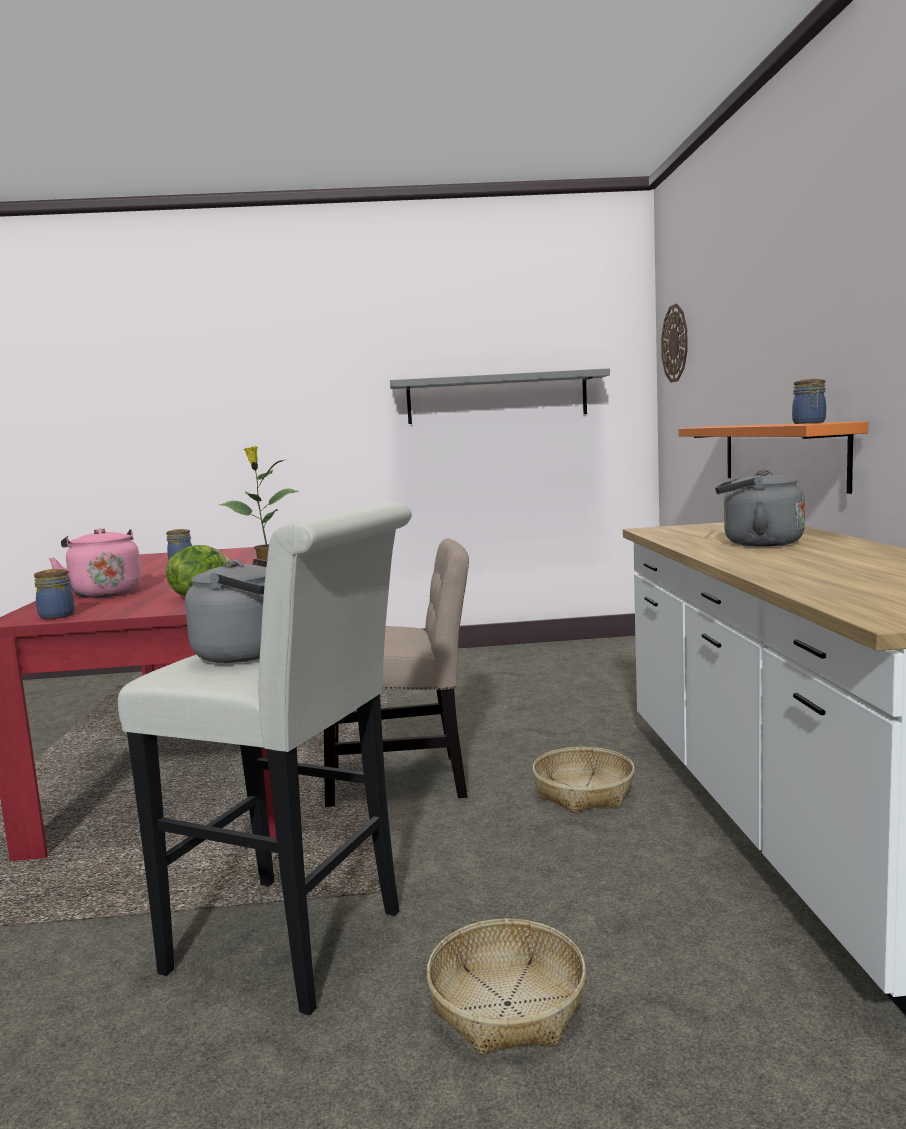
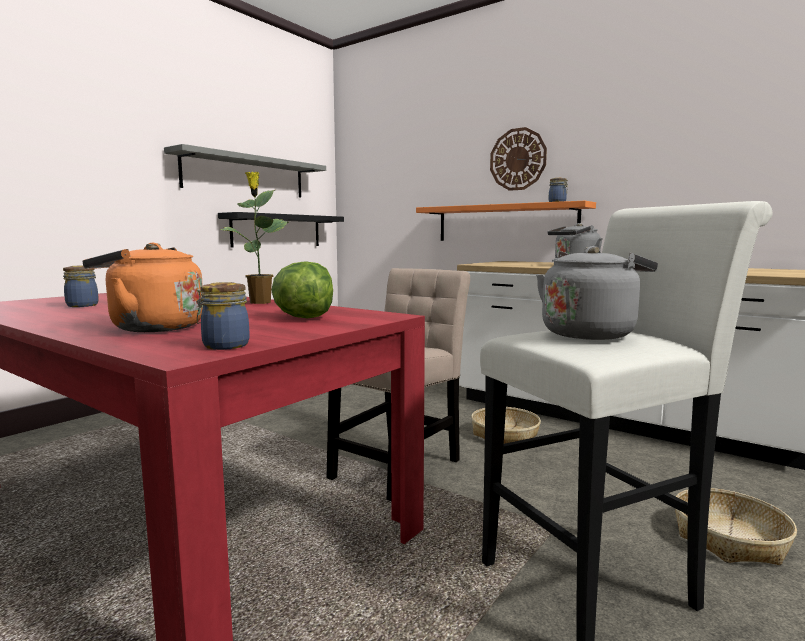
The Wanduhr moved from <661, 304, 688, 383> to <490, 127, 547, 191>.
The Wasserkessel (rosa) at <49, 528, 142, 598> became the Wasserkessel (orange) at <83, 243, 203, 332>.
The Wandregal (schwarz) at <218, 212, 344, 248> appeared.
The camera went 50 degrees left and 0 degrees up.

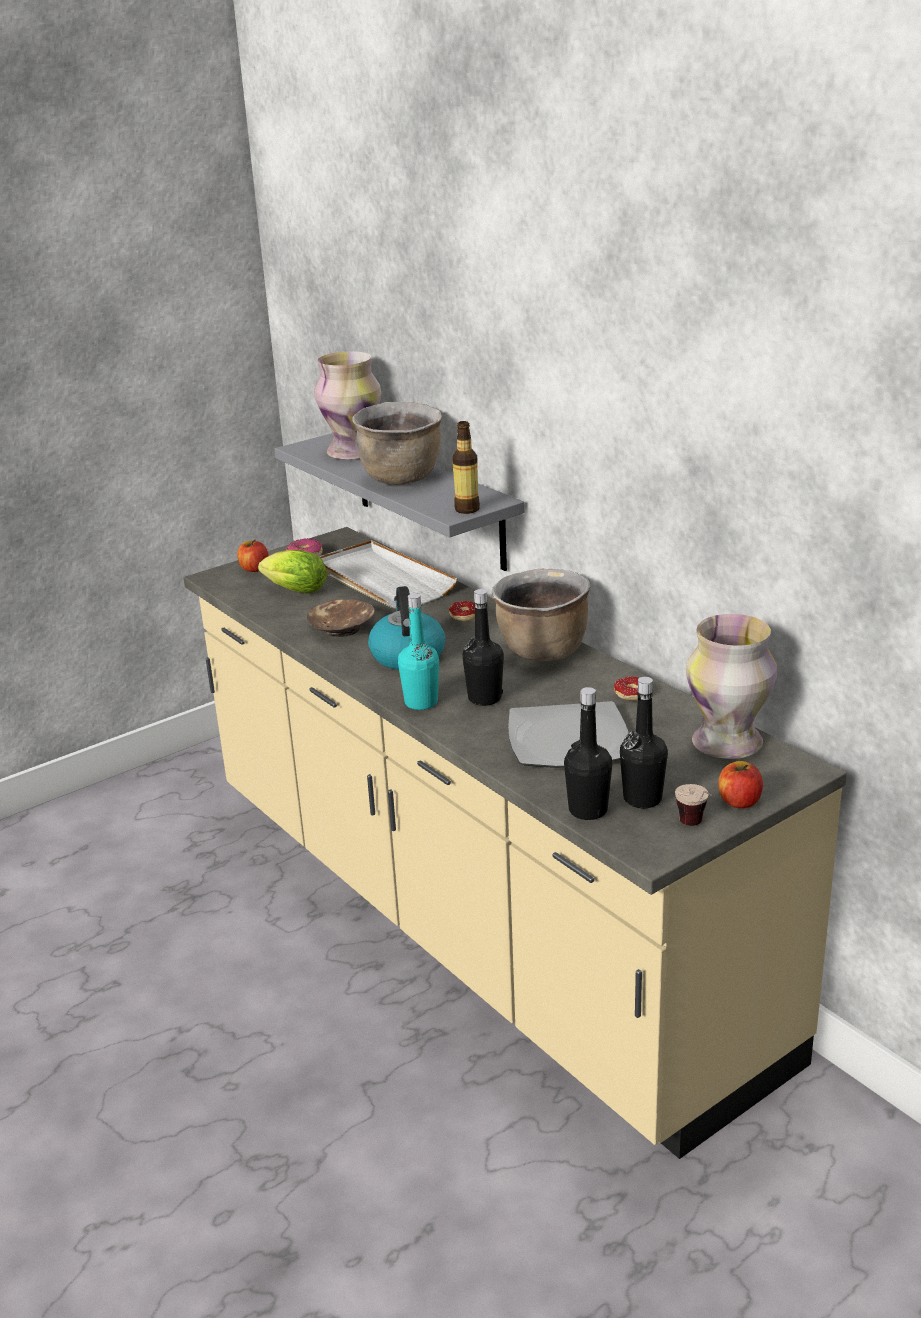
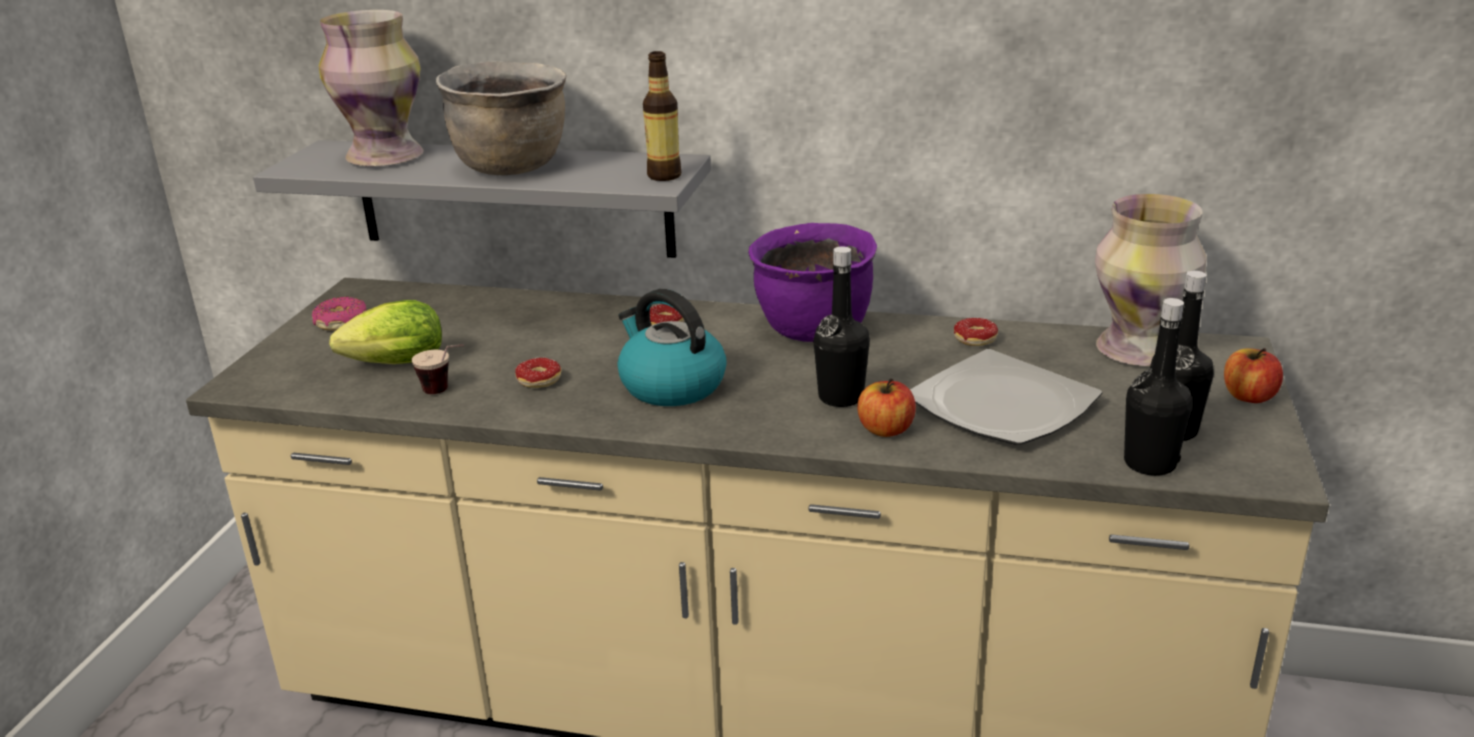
The Apfel moved from <237, 539, 269, 572> to <858, 378, 916, 437>.
The Tablett (weiß) at <318, 540, 458, 609> disappeared.
The Kochtopf (braun) at <492, 569, 590, 661> became the Kochtopf (lila) at <748, 223, 877, 342>.
The Flasche (türkis) at <398, 593, 439, 710> disappeared.
The Schüssel (braun) at <307, 599, 375, 637> was replaced by the Donut at <515, 358, 562, 388>.
The Tasse moved from <675, 784, 715, 826> to <411, 344, 464, 394>.
The camera went 40 degrees left and 0 degrees up.

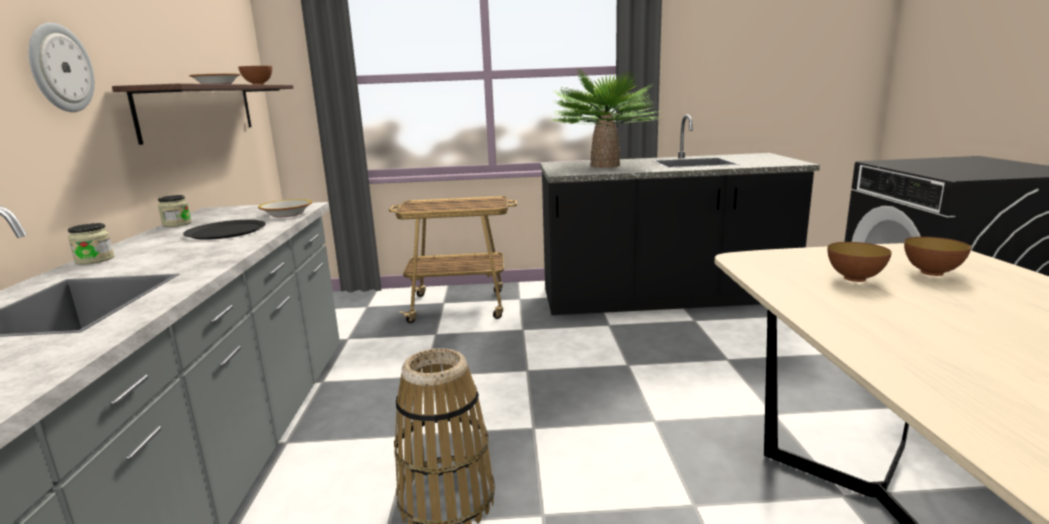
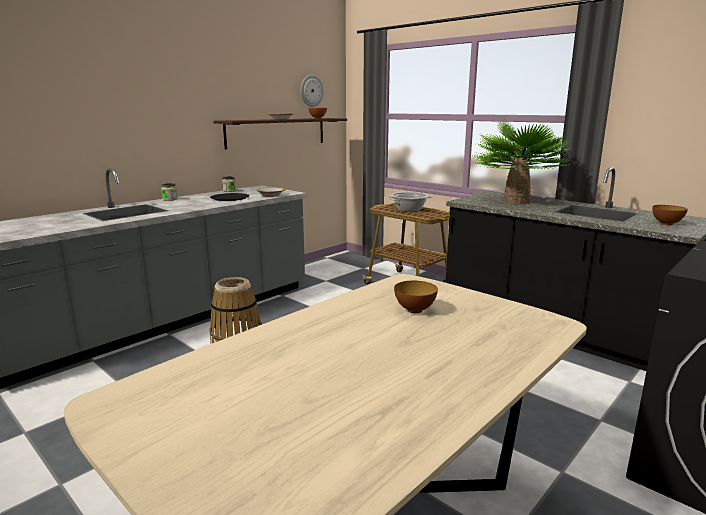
The Wanduhr moved from <28, 23, 95, 112> to <301, 75, 324, 107>.
The Schüssel moved from <904, 237, 971, 276> to <652, 205, 688, 225>.
The Kochtopf at <387, 192, 432, 212> appeared.
The camera went 45 degrees right and 0 degrees up.

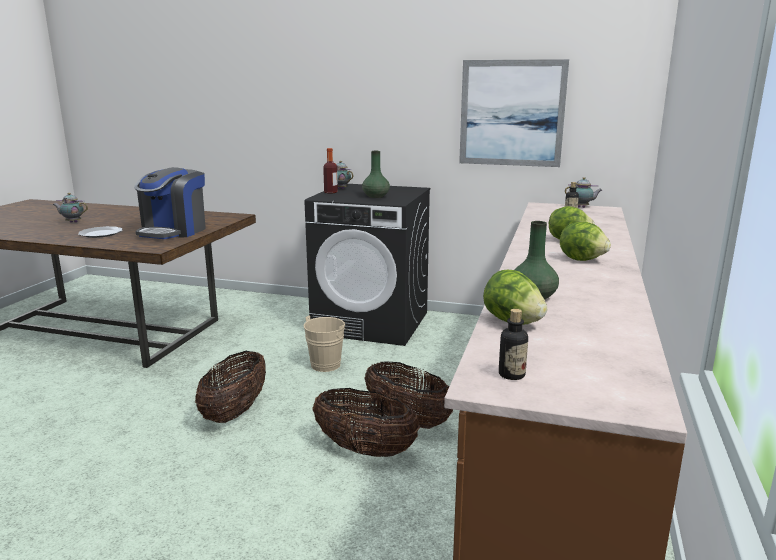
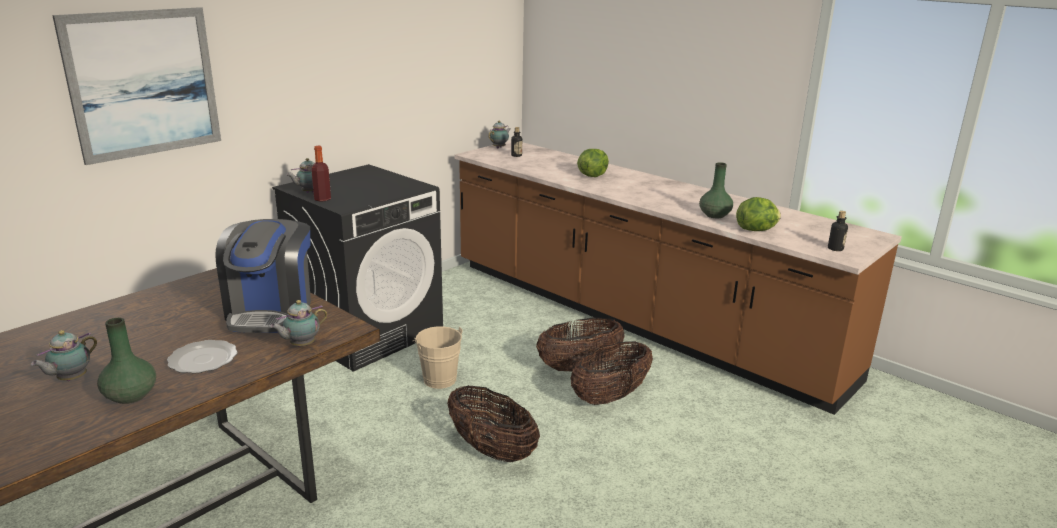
The Bild moved from <459, 59, 569, 167> to <52, 7, 221, 165>.
The Vase (grün) moved from <362, 151, 390, 198> to <97, 318, 156, 404>.
The Kaffeemaschine at <134, 167, 206, 239> turned 45 degrees clockwise.
The Salatkopf at <560, 222, 611, 261> disappeared.
The Teekanne at <270, 300, 328, 346> appeared.
The camera went 65 degrees left and 5 degrees up.

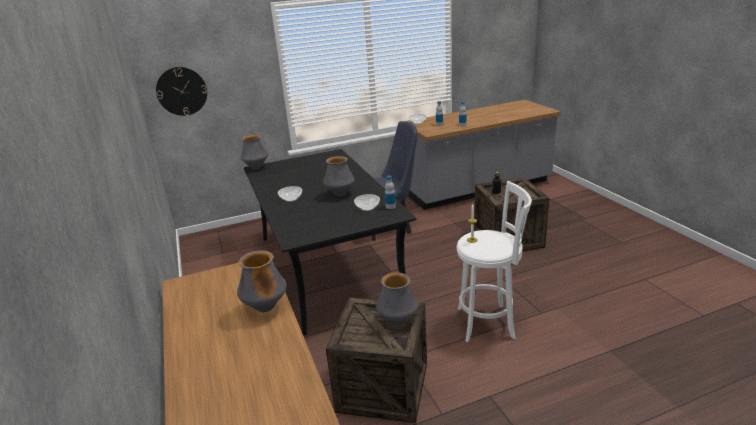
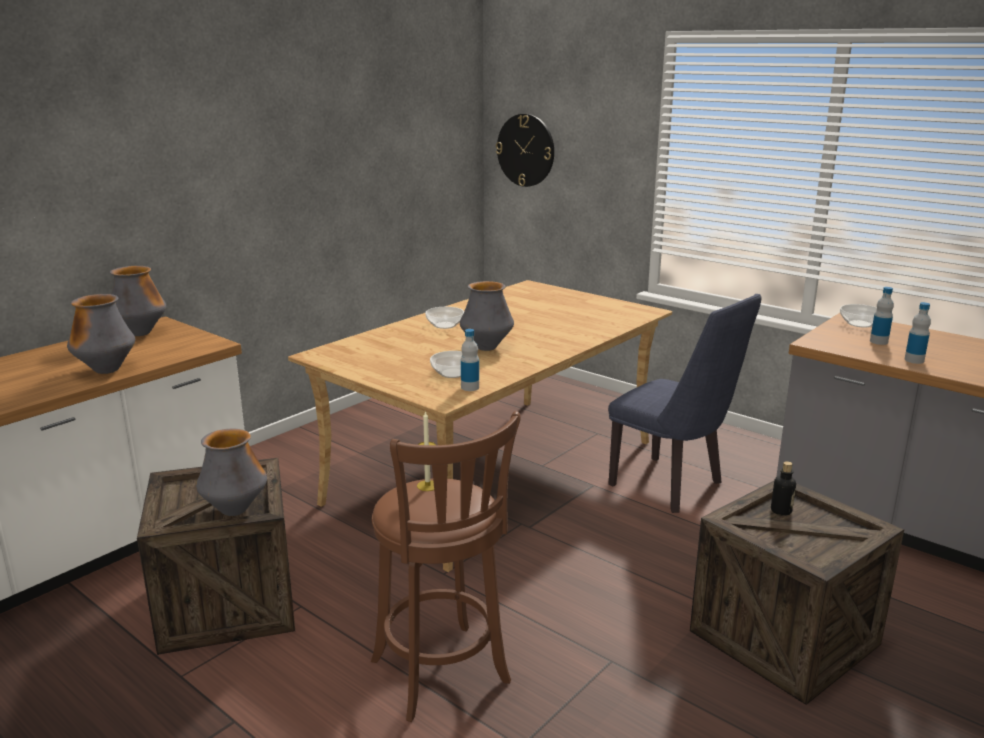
The Vase moved from <241, 135, 268, 170> to <110, 266, 166, 336>.
The Esstisch (schwarz) at <244, 149, 416, 336> became the Esstisch (beige) at <288, 280, 672, 572>.
The Hocker (weiß) at <457, 181, 532, 342> became the Hocker (braun) at <371, 411, 521, 722>.
The camera went 60 degrees right and 5 degrees down.

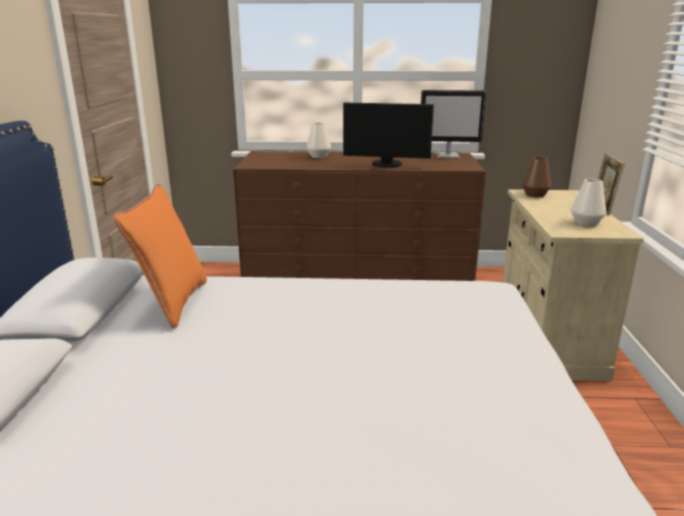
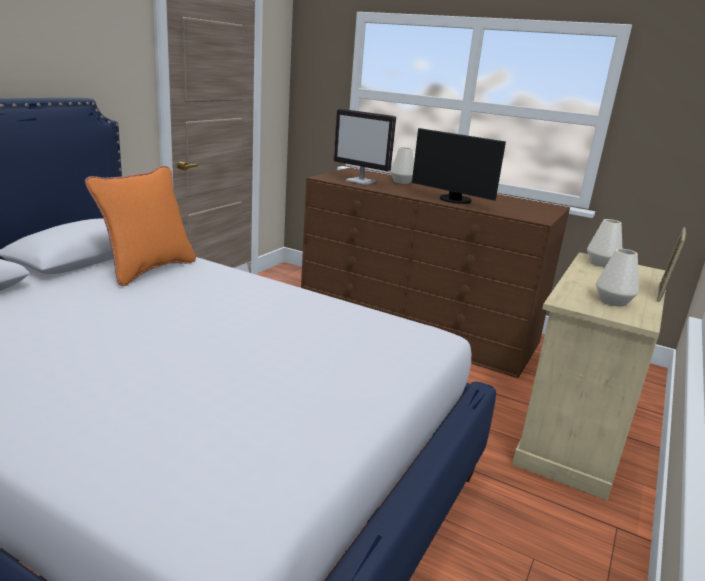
The Monitor moved from <421, 90, 487, 158> to <334, 109, 396, 185>.
The Vase (braun) at <522, 157, 551, 197> became the Vase (weiß) at <587, 219, 622, 267>.
The camera went 25 degrees right and 0 degrees up.

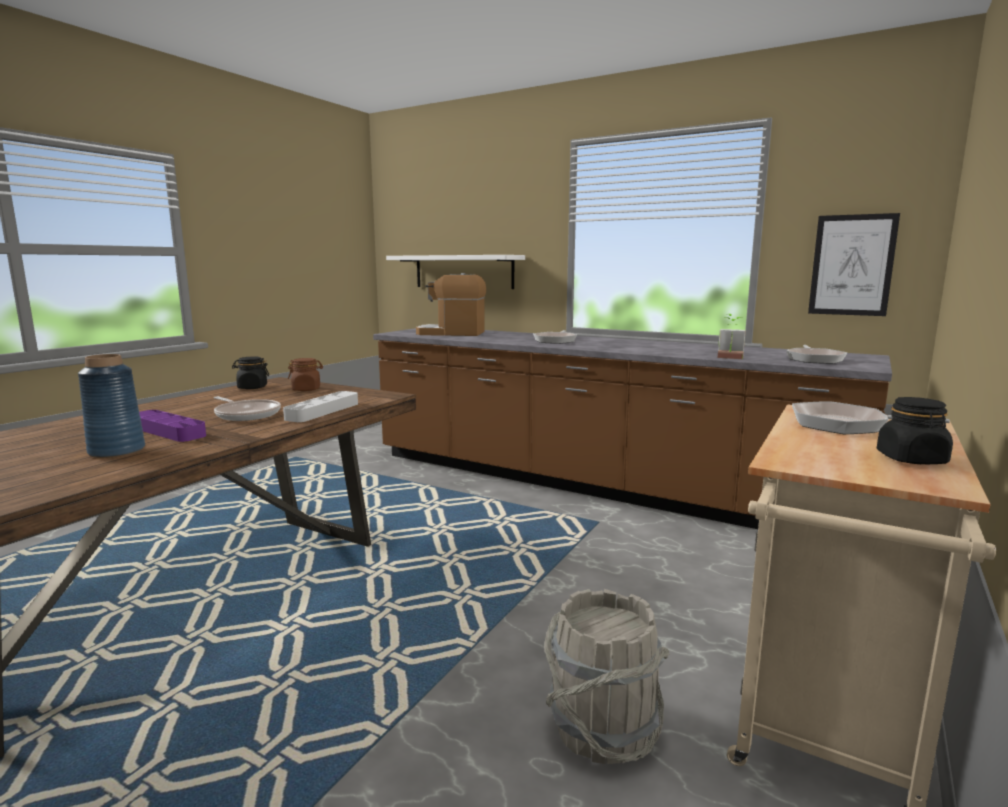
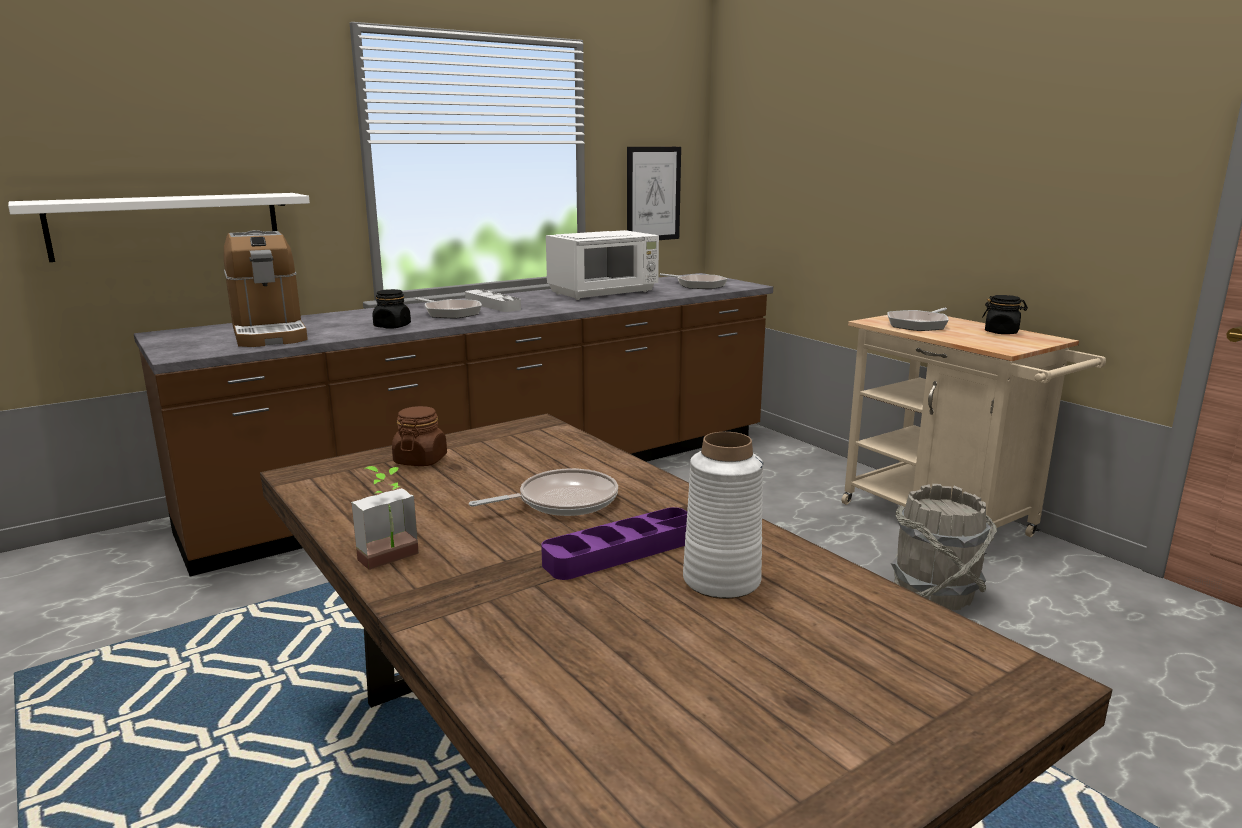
The Kaffeemaschine at <416, 273, 486, 336> turned 60 degrees counterclockwise.
The Topfpflanze moved from <718, 314, 746, 359> to <351, 466, 419, 570>.
The Vase (blau) at <78, 354, 145, 458> became the Vase (weiß) at <683, 432, 763, 599>.
The Vorratsglas (schwarz) moved from <232, 357, 269, 389> to <372, 289, 411, 329>.
The Tablett (grau) moved from <283, 391, 358, 422> to <465, 289, 521, 312>.
The Mikrowelle (weiß) at <546, 230, 659, 300> appeared.
The camera went 65 degrees left and 5 degrees up.

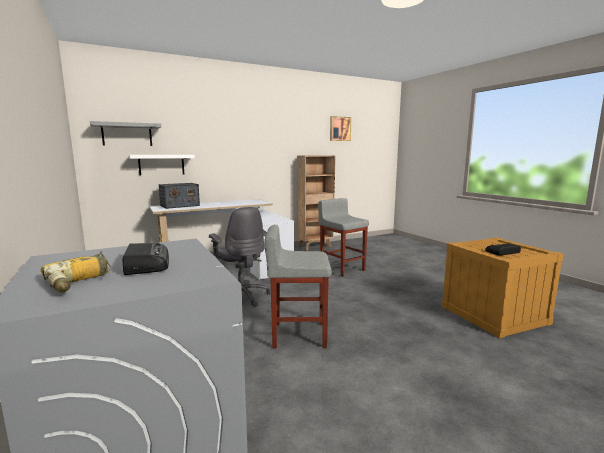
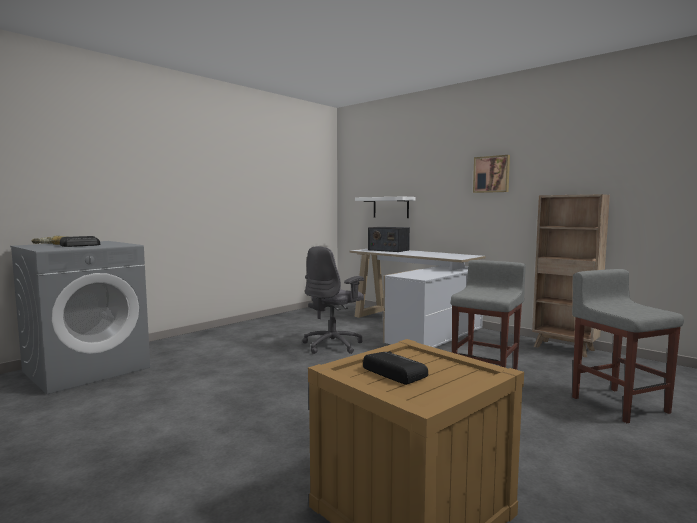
The Bild moved from <330, 116, 352, 141> to <473, 155, 510, 193>.
The Wandregal (grau) at <90, 121, 161, 146> disappeared.
The Hocker (grau) moved from <264, 225, 331, 349> to <572, 269, 684, 423>.
The camera went 70 degrees right and 5 degrees down.

